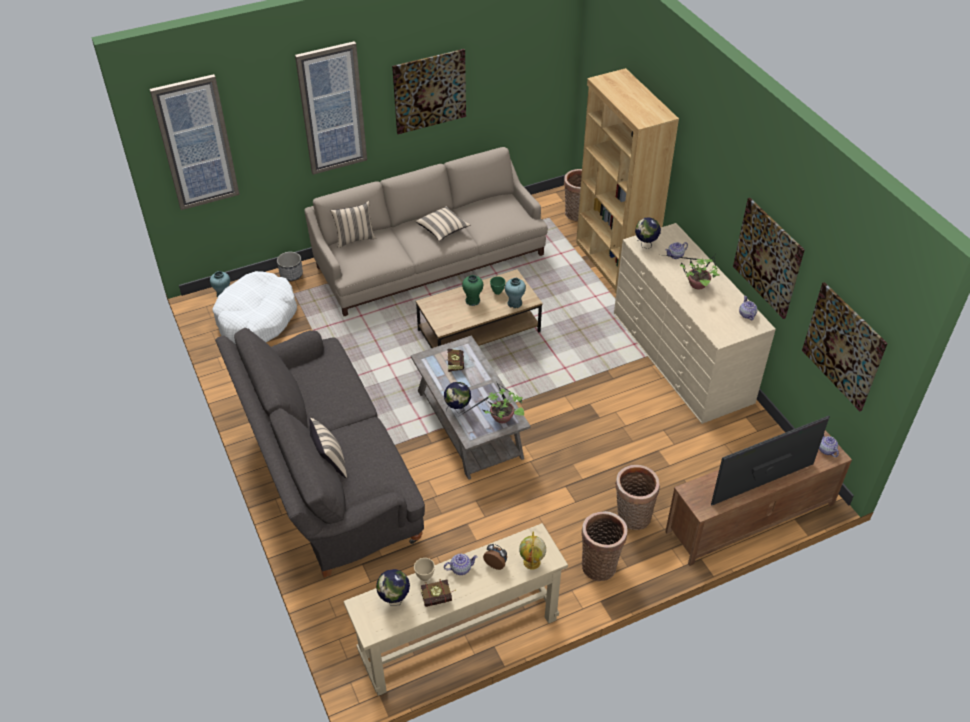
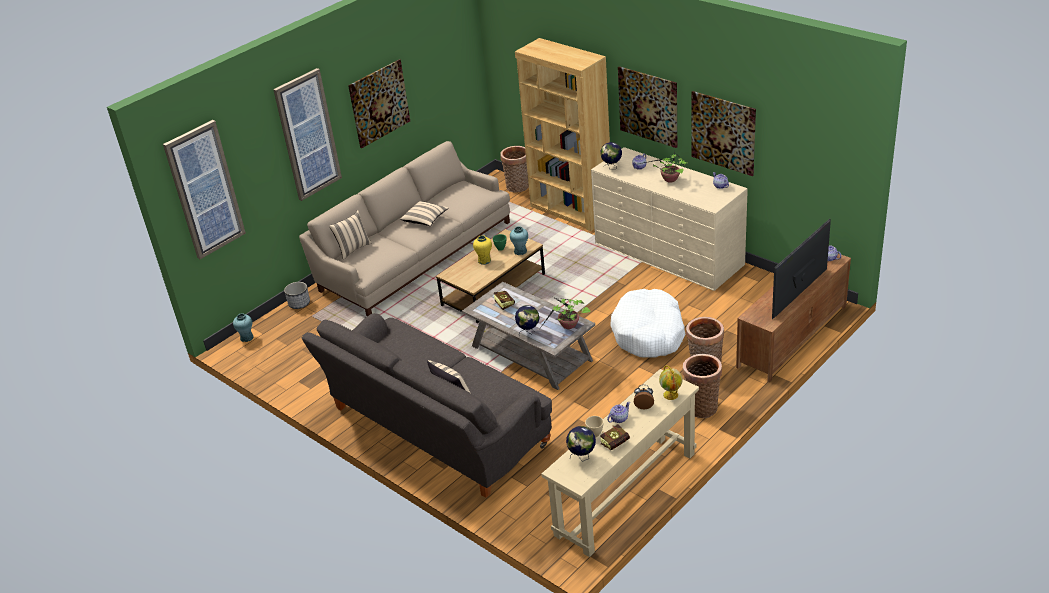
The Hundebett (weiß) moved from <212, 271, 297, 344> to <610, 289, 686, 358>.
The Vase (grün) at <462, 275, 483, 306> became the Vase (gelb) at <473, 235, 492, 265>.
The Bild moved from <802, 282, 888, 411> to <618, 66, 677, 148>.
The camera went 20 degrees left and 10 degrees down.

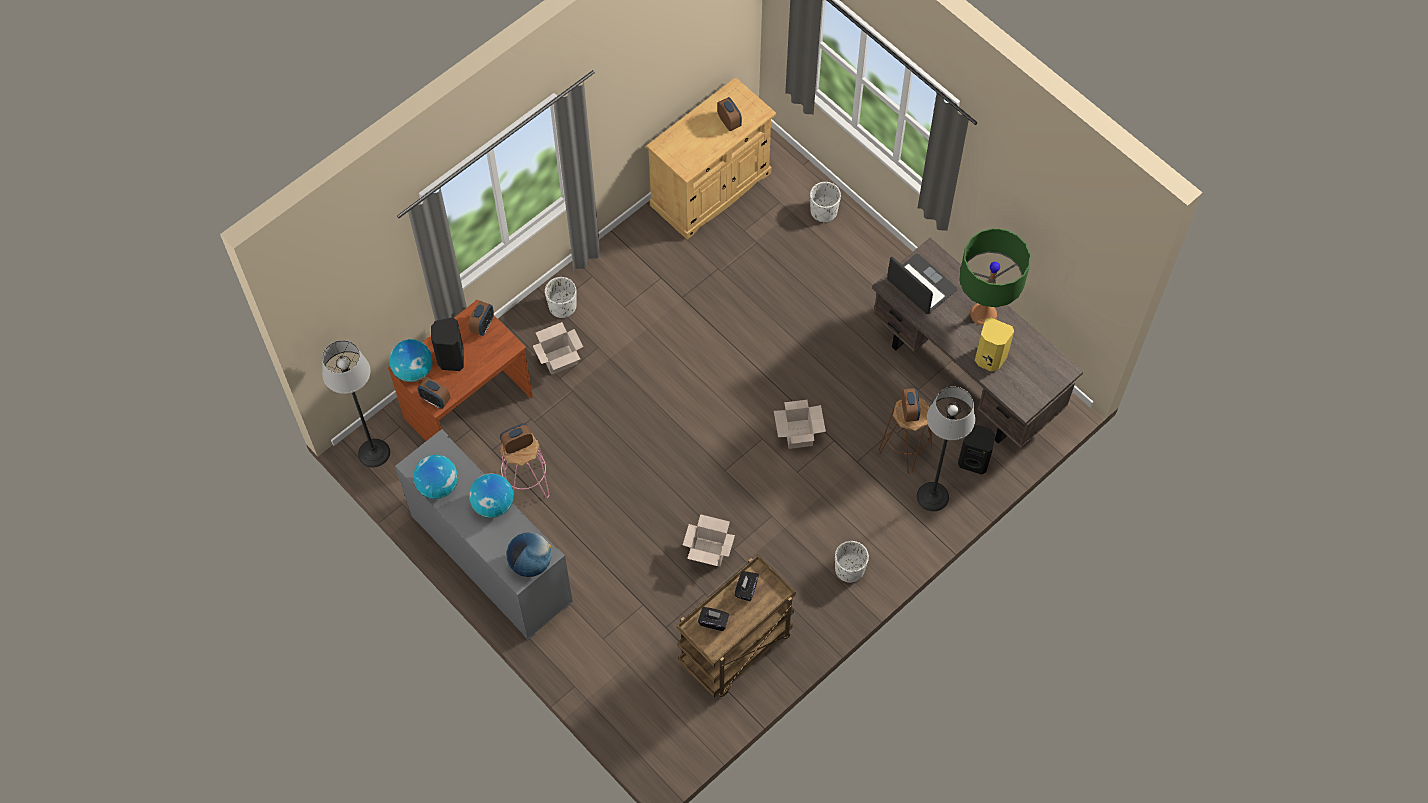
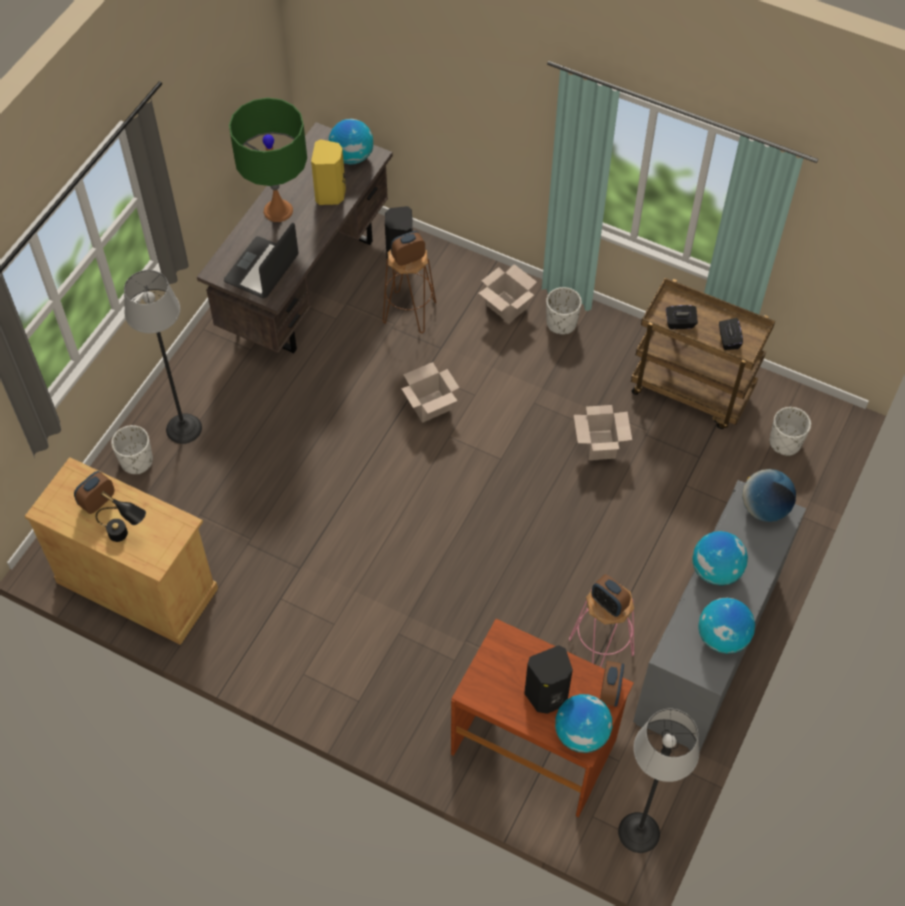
The Pflanzkübel (weiß) moved from <545, 277, 576, 318> to <770, 407, 811, 456>.
The Wecker at <469, 301, 494, 336> disappeared.
The Karton moved from <533, 322, 583, 375> to <479, 264, 537, 323>.
The Stehlampe moved from <917, 386, 975, 511> to <124, 270, 202, 444>.
The Globus at <329, 119, 373, 164> appeared.
The Tischlampe (schwarz) at <96, 491, 146, 542> appeared.
The camera went 110 degrees left and 5 degrees down.

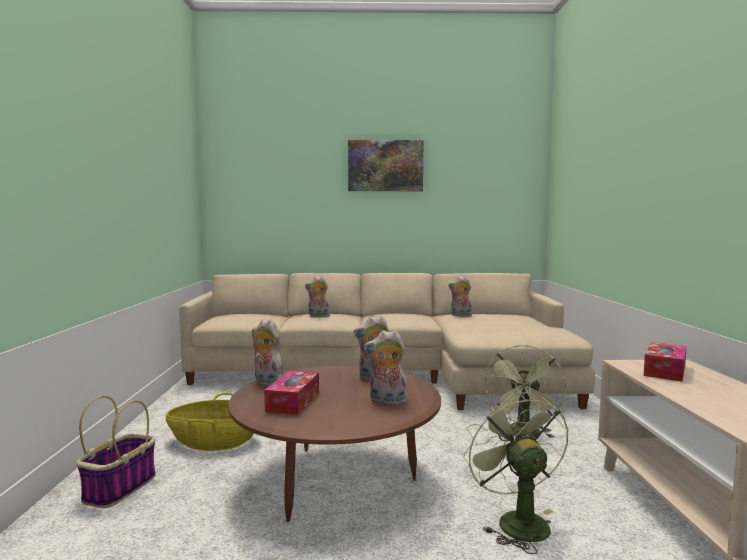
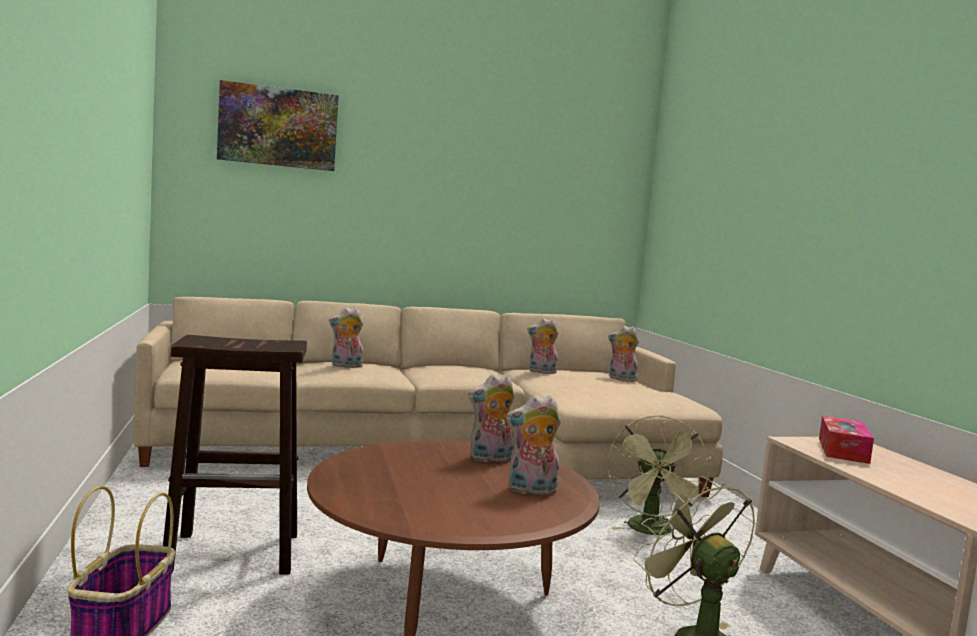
The Bild moved from <348, 140, 424, 191> to <217, 80, 339, 171>.
The Plüschtier moved from <251, 319, 284, 386> to <608, 326, 639, 382>.
The Taschentuchbox at <264, 371, 319, 415> disappeared.
The Korb at <166, 392, 254, 451> was replaced by the Hocker (braun) at <163, 335, 307, 575>.
The camera went 15 degrees left and 0 degrees up.

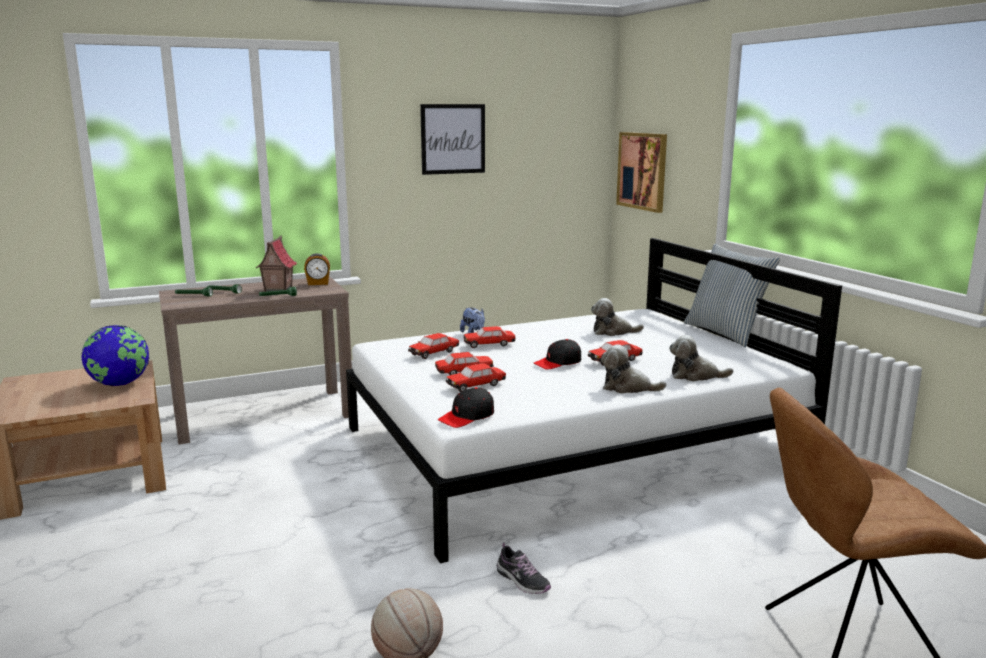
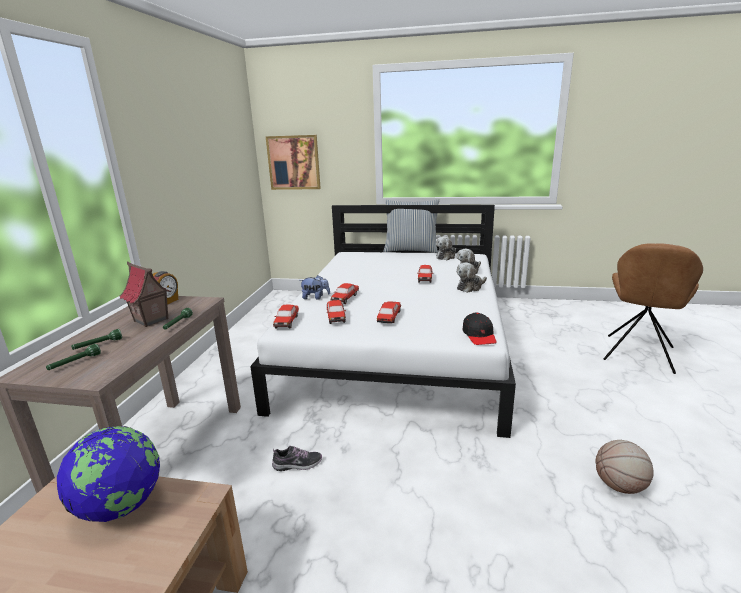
The Bild at <420, 104, 485, 175> disappeared.
The Plüschtier moved from <591, 298, 644, 336> to <436, 236, 456, 260>.
The Kappe (schwarz) at <534, 339, 581, 370> disappeared.
The Spielzeugauto moved from <446, 363, 506, 392> to <273, 305, 299, 329>.
The Schuh moved from <497, 543, 551, 594> to <272, 446, 322, 471>.
The camera went 55 degrees left and 5 degrees up.

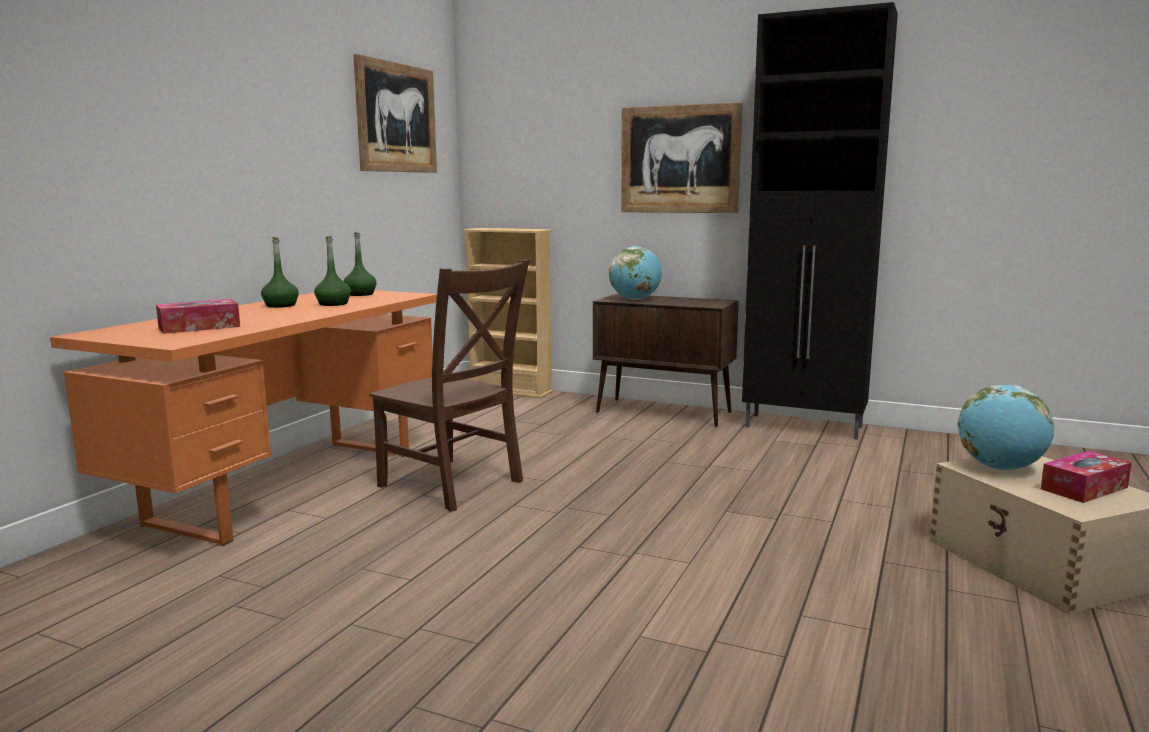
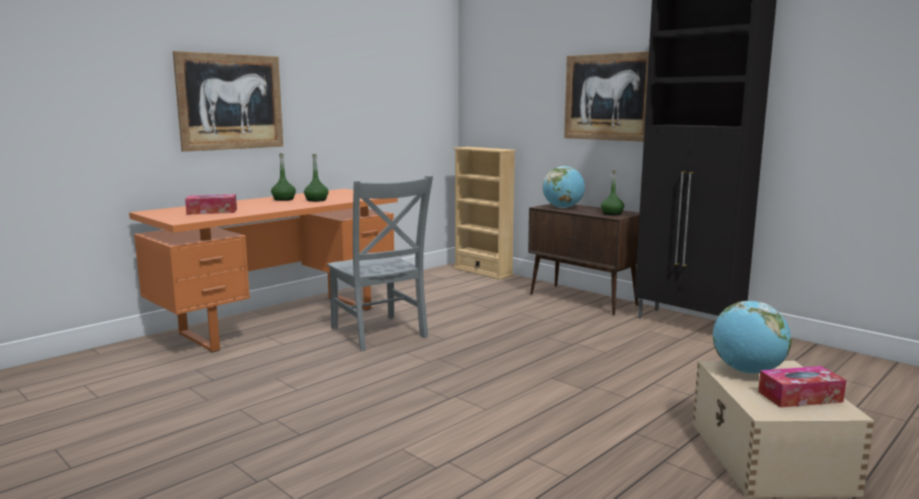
The Bild moved from <353, 54, 437, 173> to <173, 51, 283, 152>.
The Flasche (grün) moved from <343, 232, 377, 296> to <601, 170, 624, 215>.
The Stuhl (braun) at <370, 260, 529, 512> became the Stuhl (grau) at <327, 176, 433, 351>.
The camera went 20 degrees right and 0 degrees up.

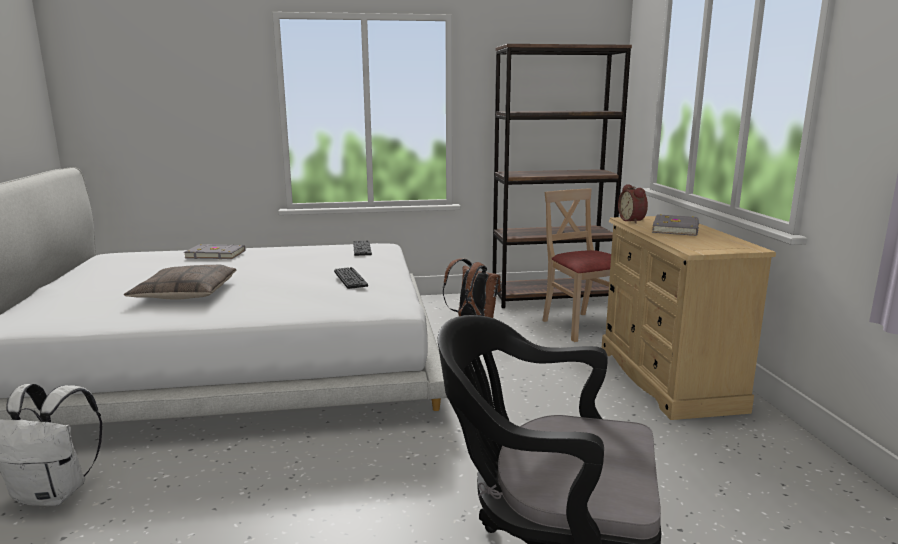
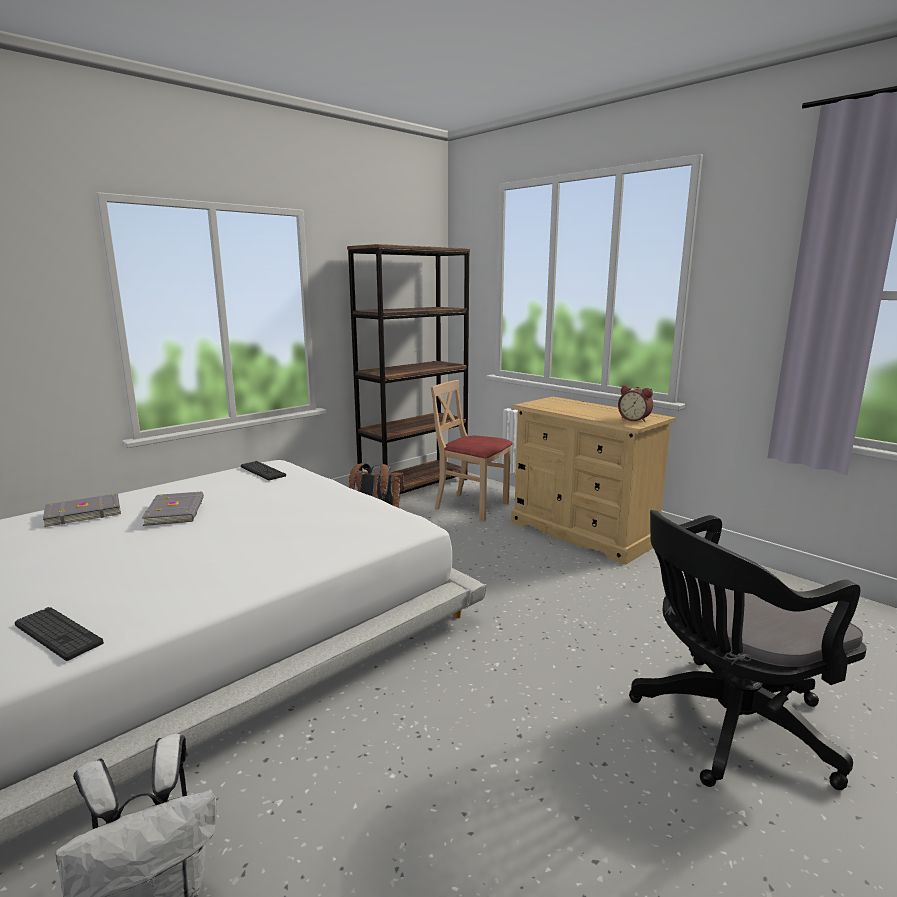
The Wecker moved from <618, 184, 648, 223> to <618, 385, 653, 422>.
The Buch (grau) moved from <652, 214, 699, 236> to <142, 492, 204, 526>.
The Kissen at <124, 265, 237, 300> disappeared.
The Tastatur moved from <334, 267, 368, 289> to <15, 607, 104, 661>.
The camera went 35 degrees left and 0 degrees up.

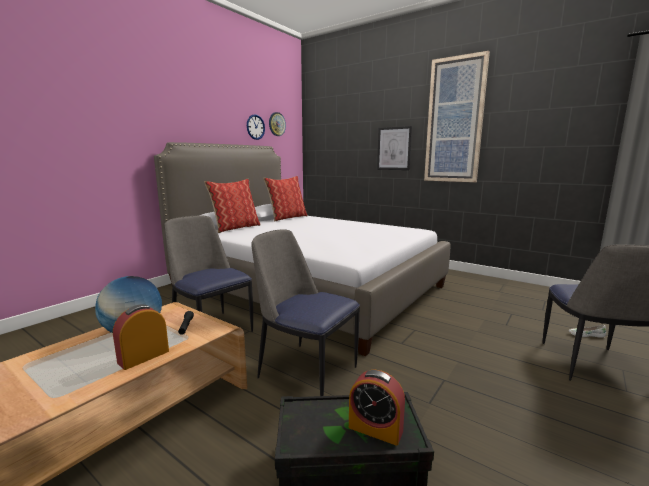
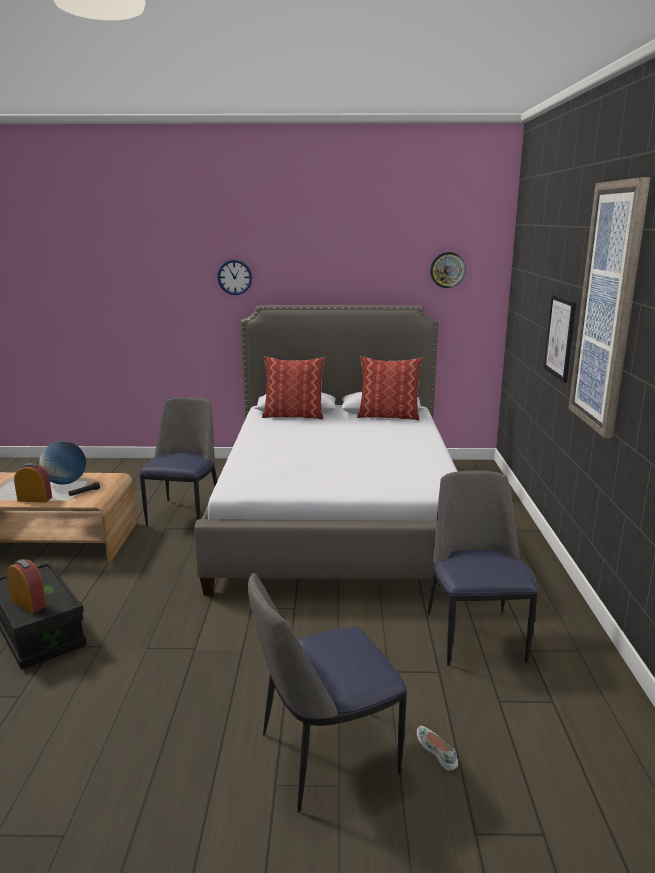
The Wanduhr moved from <247, 114, 265, 140> to <217, 259, 252, 295>.
The Stuhl moved from <251, 229, 360, 396> to <428, 470, 539, 666>.
The Wecker at <349, 369, 405, 446> turned 135 degrees clockwise.
The camera went 55 degrees right and 5 degrees up.

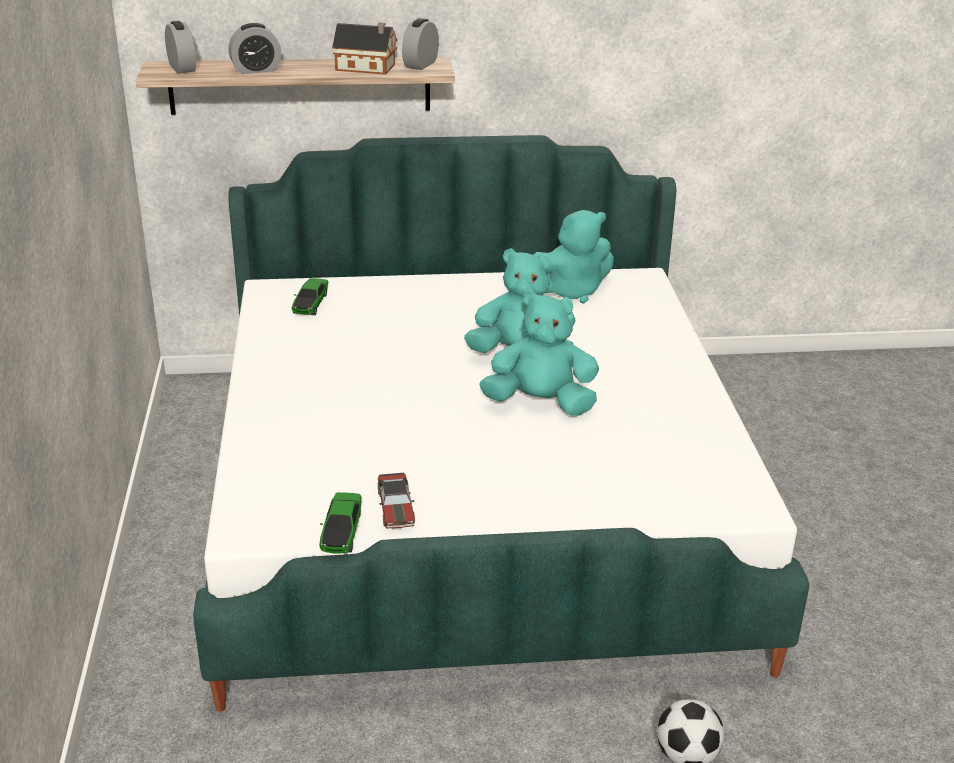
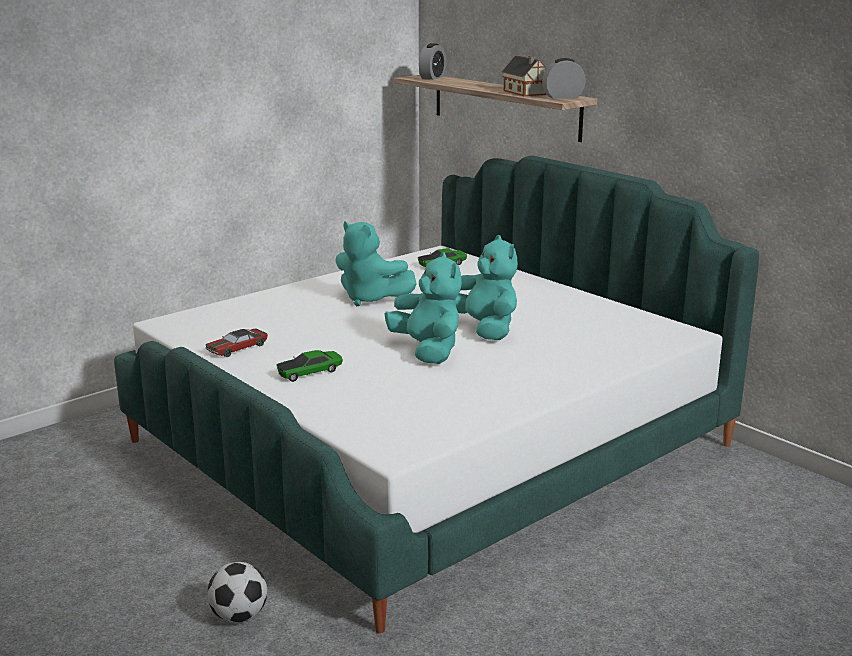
The Wecker at <228, 23, 281, 74> disappeared.
The Plüschtier (türkis) moved from <533, 210, 614, 304> to <335, 221, 416, 307>.
The Spielzeugauto moved from <319, 492, 361, 554> to <277, 350, 343, 382>.
The camera went 55 degrees right and 10 degrees down.

